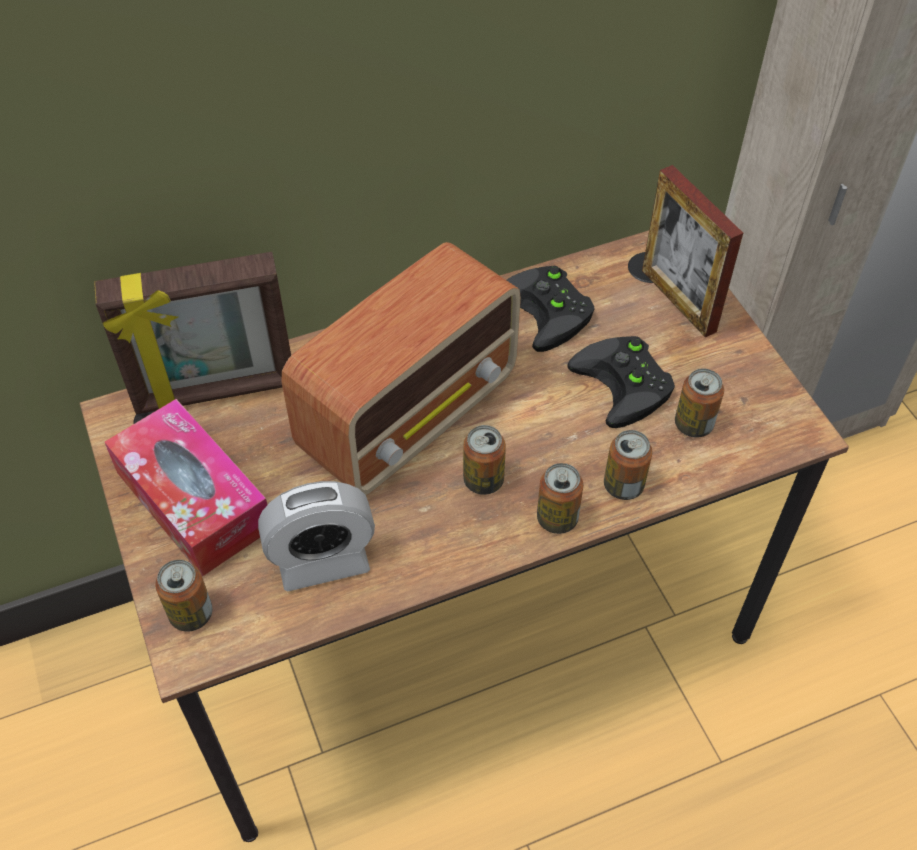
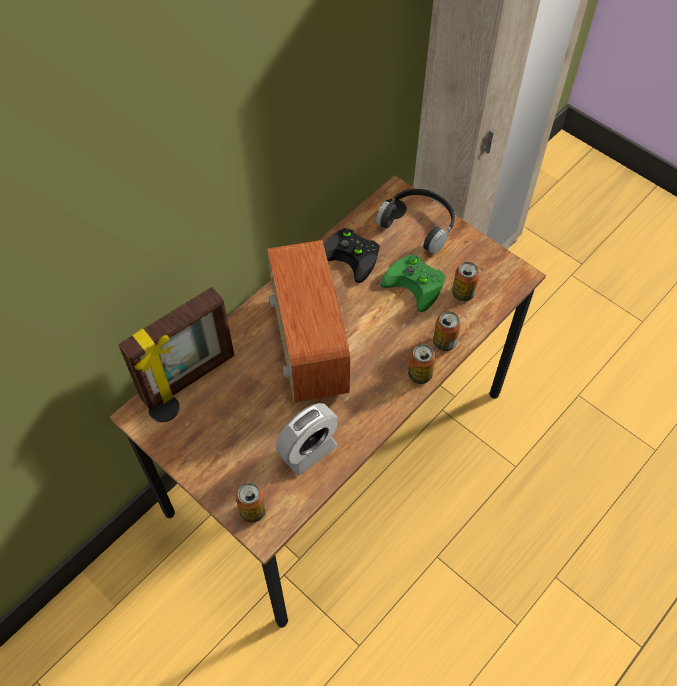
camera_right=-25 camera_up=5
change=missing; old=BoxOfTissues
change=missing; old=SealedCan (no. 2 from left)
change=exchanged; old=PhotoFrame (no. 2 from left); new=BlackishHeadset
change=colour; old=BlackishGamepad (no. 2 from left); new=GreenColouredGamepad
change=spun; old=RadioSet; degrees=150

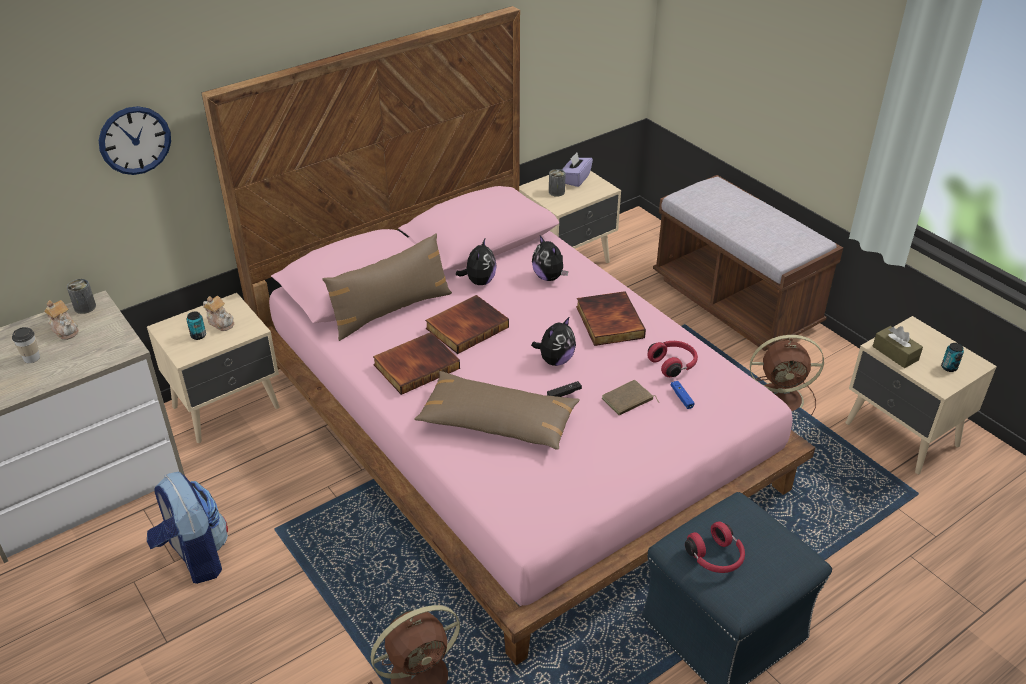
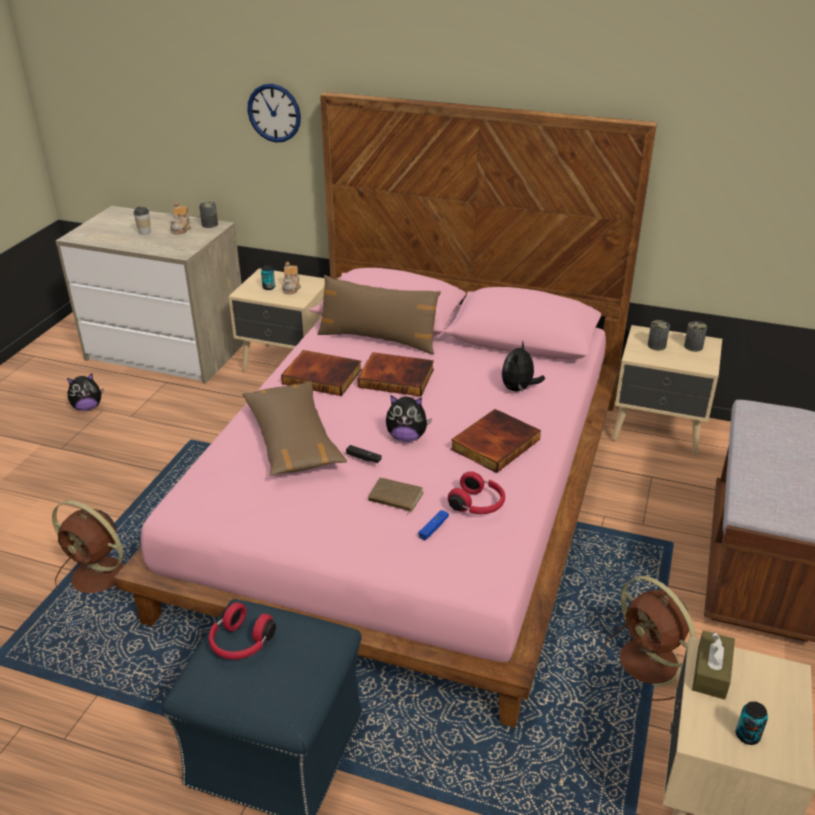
camera_right=55 camera_up=-5
change=missing; old=Backpack
change=relocated; old=PlushToy (no. 1 from left)
change=exchanged; old=PurplishBoxOfTissues; new=SealedCan (no. 4 from left)

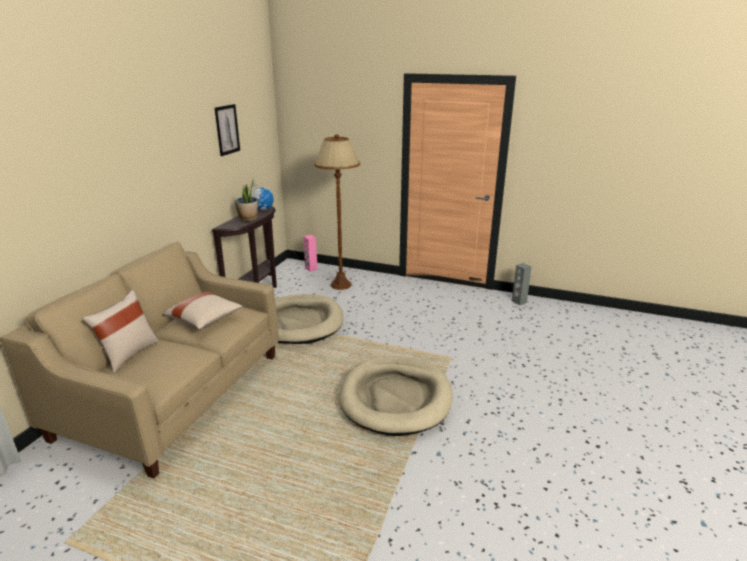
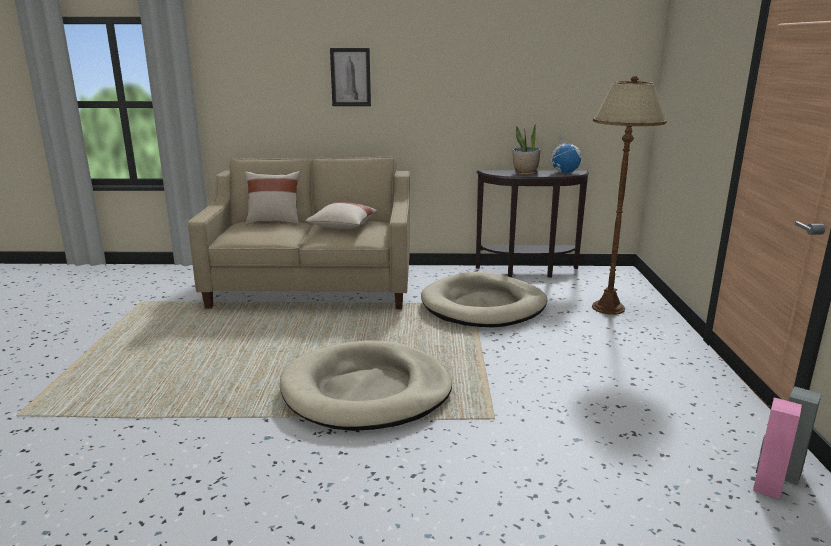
camera_right=70 camera_up=-5
change=relocated; old=WallPicture
change=relocated; old=PinkAudioSpeaker

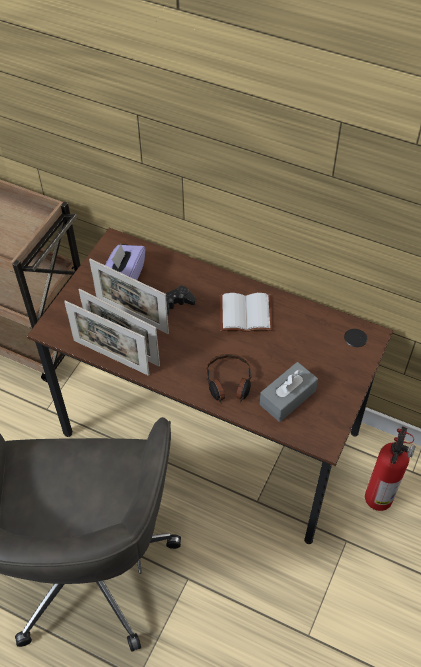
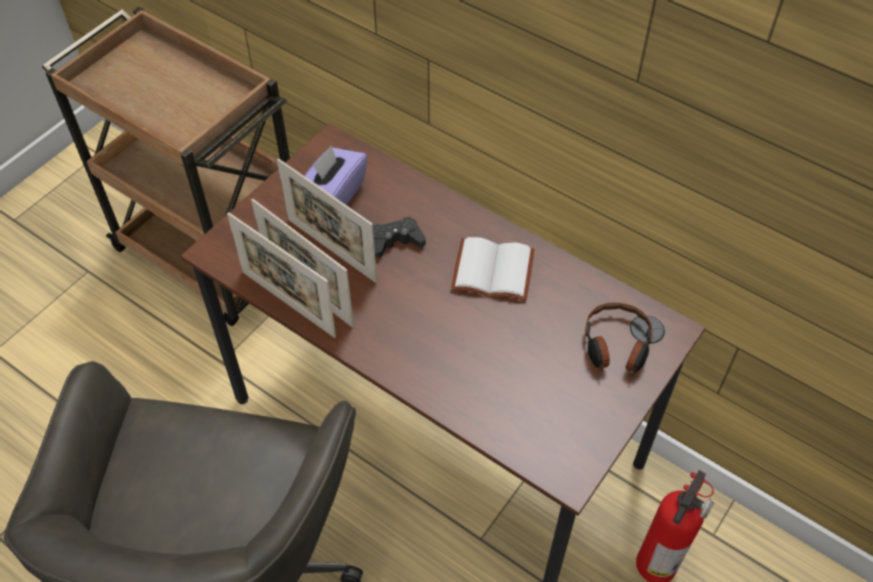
camera_right=10 camera_up=0
change=missing; old=GreyishBoxOfTissues
change=relocated; old=Headset

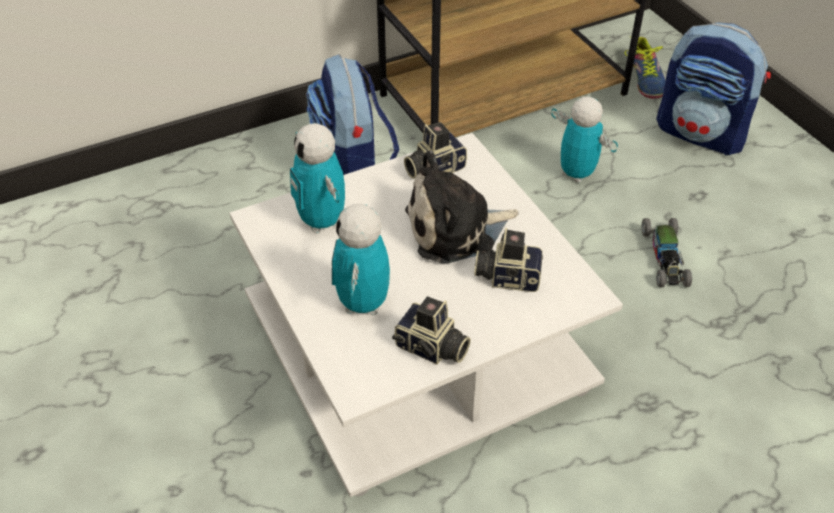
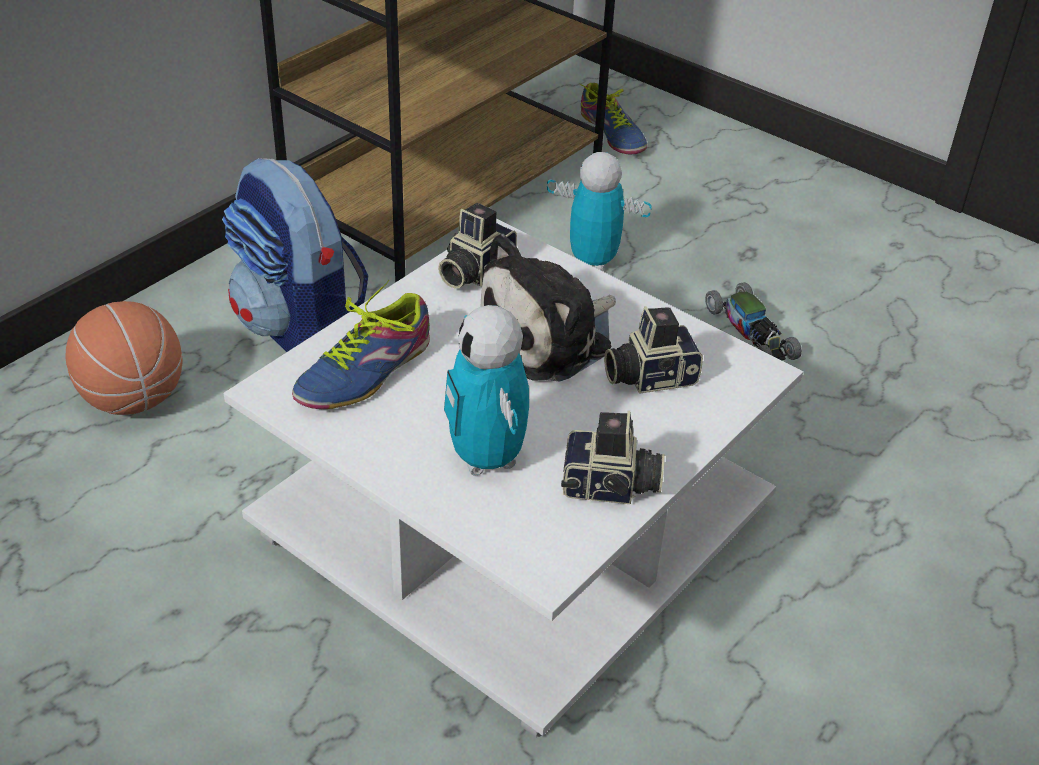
camera_right=-25 camera_up=-5
change=missing; old=Backpack (no. 2 from left)
change=appeared; new=BasketballBall
change=exchanged; old=RobotFigure (no. 1 from left); new=LowShoe (no. 1 from left)

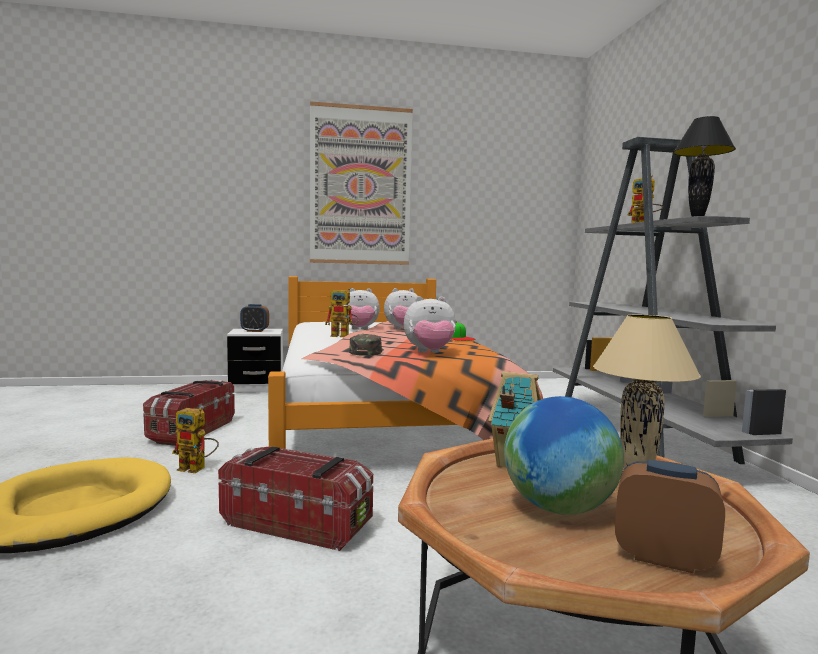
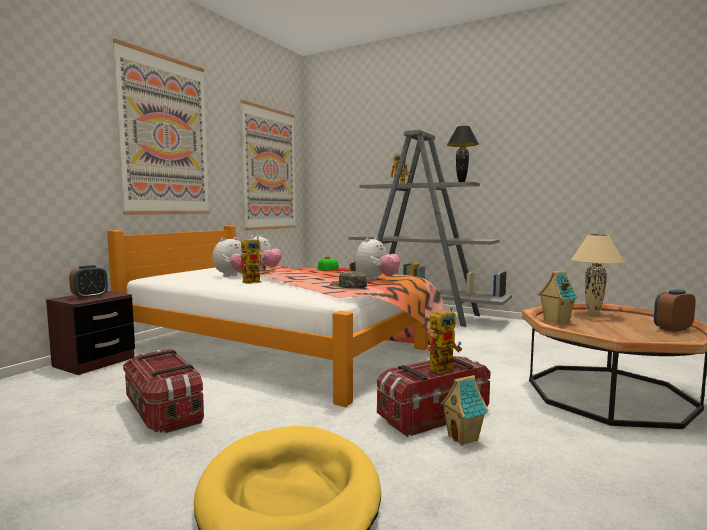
camera_right=-50 camera_up=0
change=missing; old=DeskGlobe
change=appeared; new=WallPicture (no. 2 from left)
change=appeared; new=ModelHouse (no. 1 from left)
change=relocated; old=RobotFigure (no. 1 from left in the first image); new=RobotFigure (no. 3 from left)
change=colour; old=WhitishBedsideTable; new=BrownColouredBedsideTable

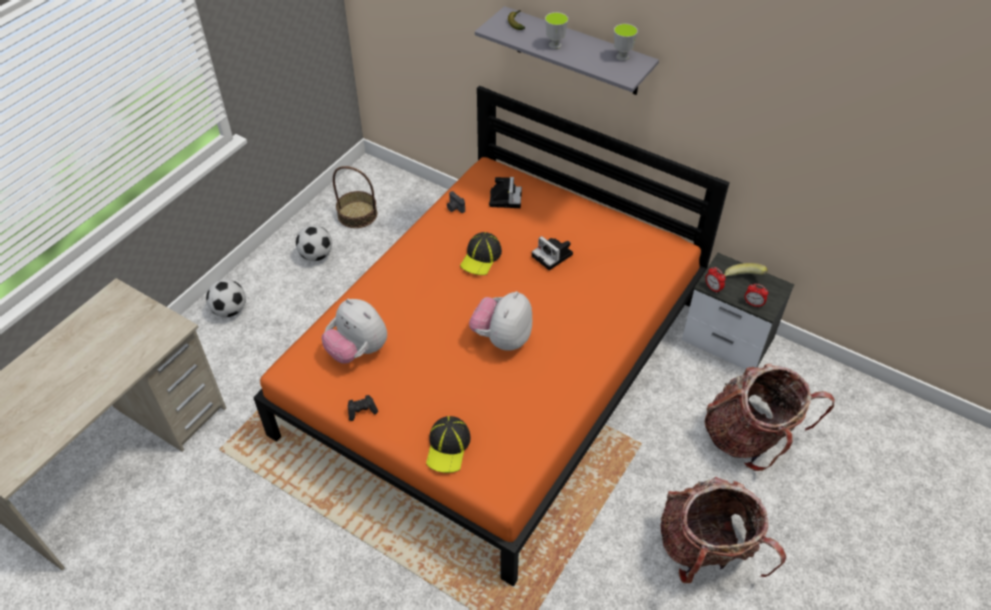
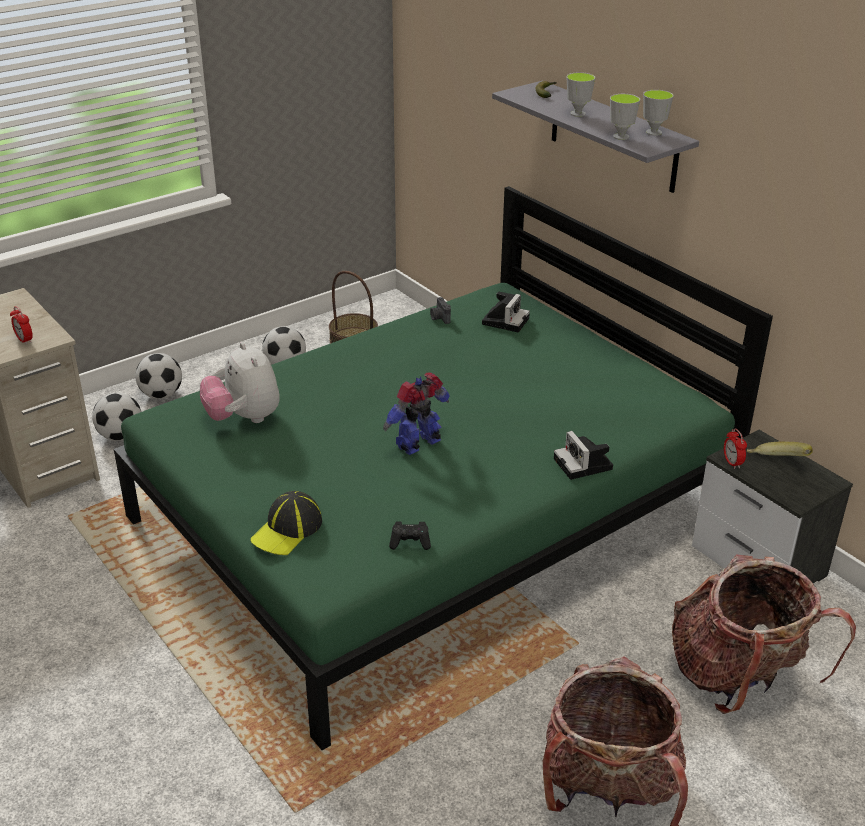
camera_right=20 camera_up=-15
change=missing; old=BaseballCap (no. 2 from left)
change=appeared; new=FootballBall (no. 1 from left)
change=appeared; new=Cup (no. 2 from left)
change=relocated; old=BlackishGamepad
change=relocated; old=StillCamera (no. 3 from left)
change=relocated; old=TableClock (no. 2 from left in the first image); new=TableClock (no. 1 from left)
change=exchanged; old=PlushToy (no. 2 from left); new=RobotFigure
change=colour; old=OrangeBed; new=GreenColouredBed

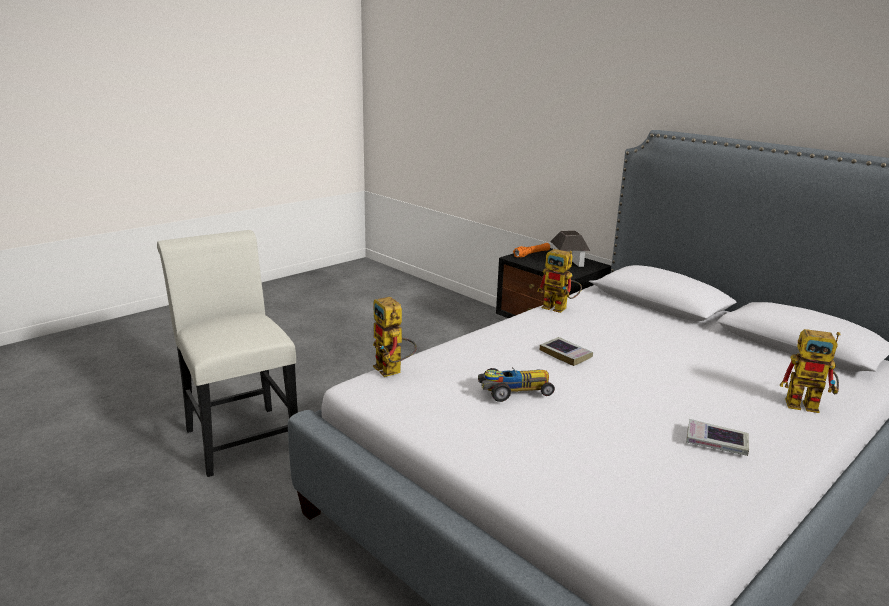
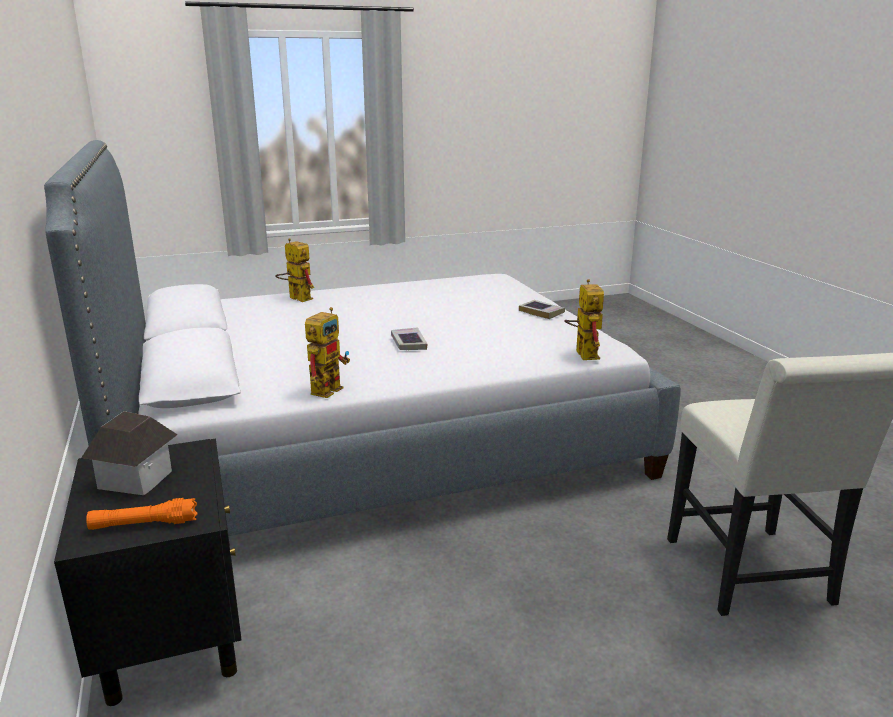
camera_right=-155 camera_up=0
change=missing; old=MiniatureCar
change=relocated; old=Volume (no. 2 from left)
change=spun; old=RobotFigure (no. 2 from left); degrees=60

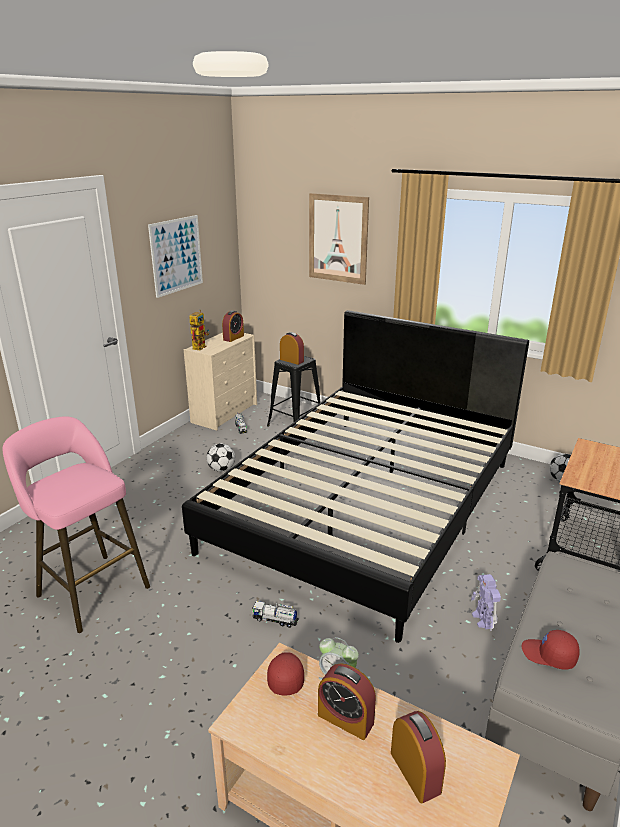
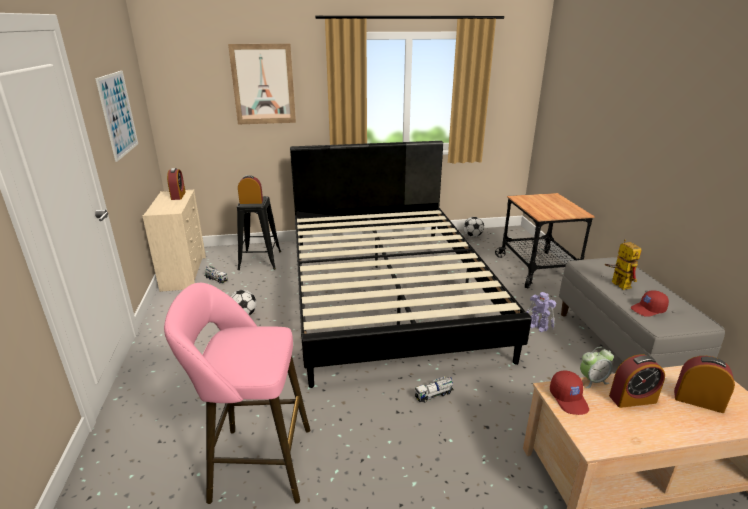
camera_right=-40 camera_up=0
change=relocated; old=RobotFigure (no. 1 from left in the first image); new=RobotFigure (no. 2 from left)
change=spun; old=ReddishBaseballCap (no. 1 from left); degrees=-150

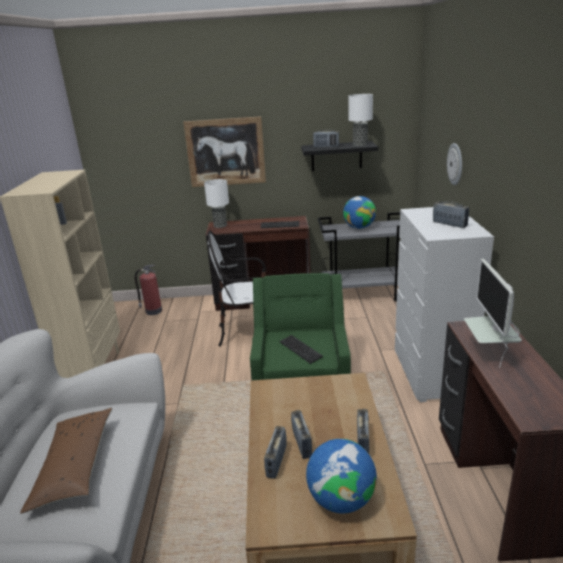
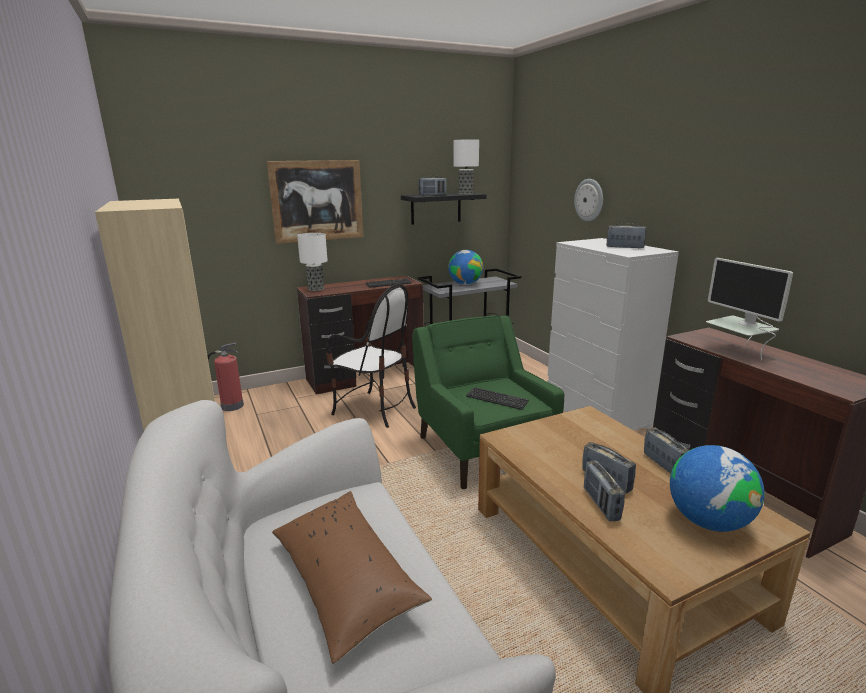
camera_right=-25 camera_up=-5
change=spun; old=PlainChair; degrees=-120

